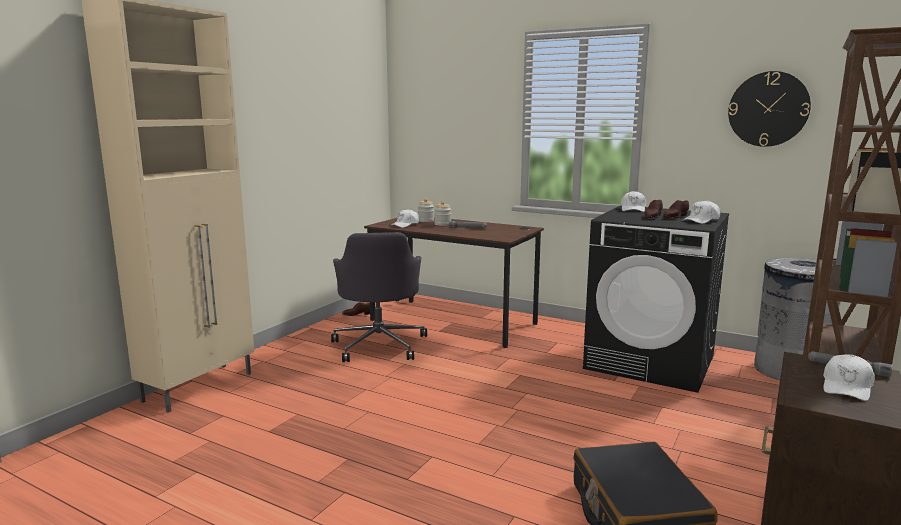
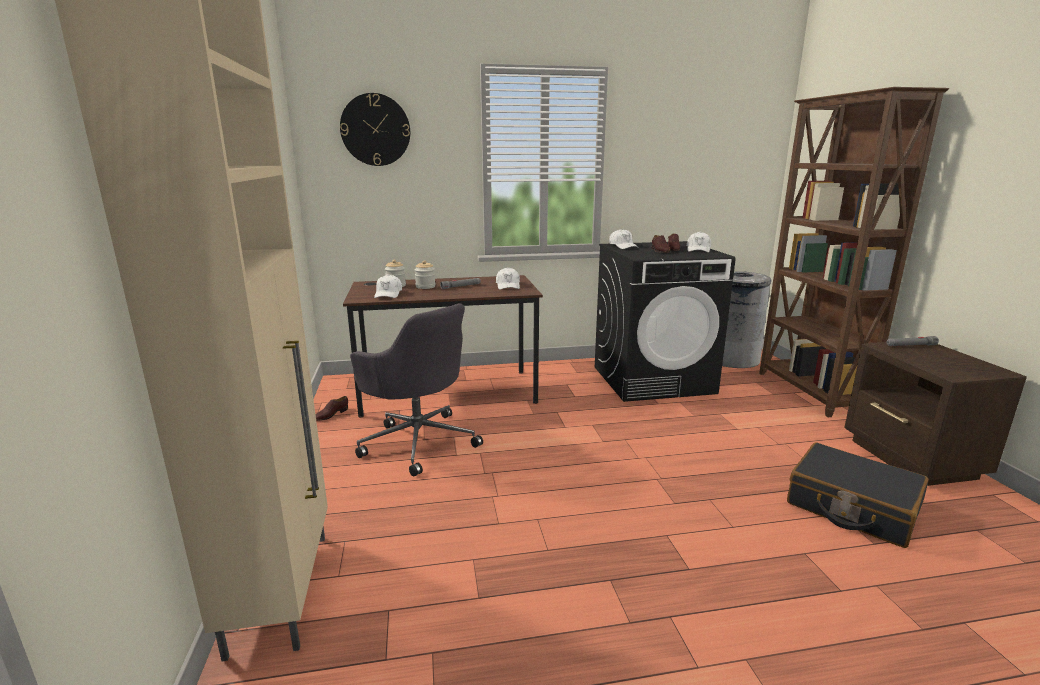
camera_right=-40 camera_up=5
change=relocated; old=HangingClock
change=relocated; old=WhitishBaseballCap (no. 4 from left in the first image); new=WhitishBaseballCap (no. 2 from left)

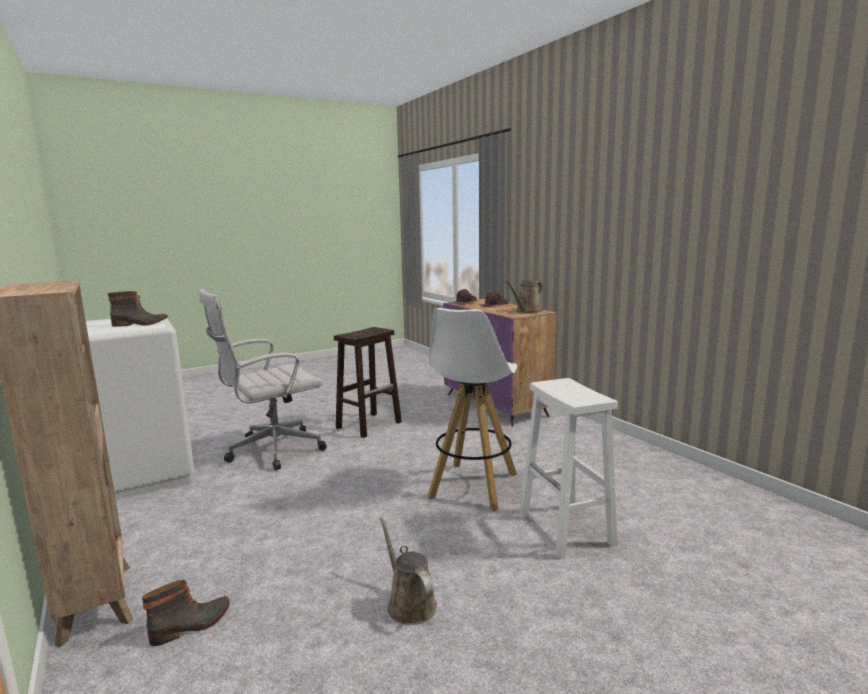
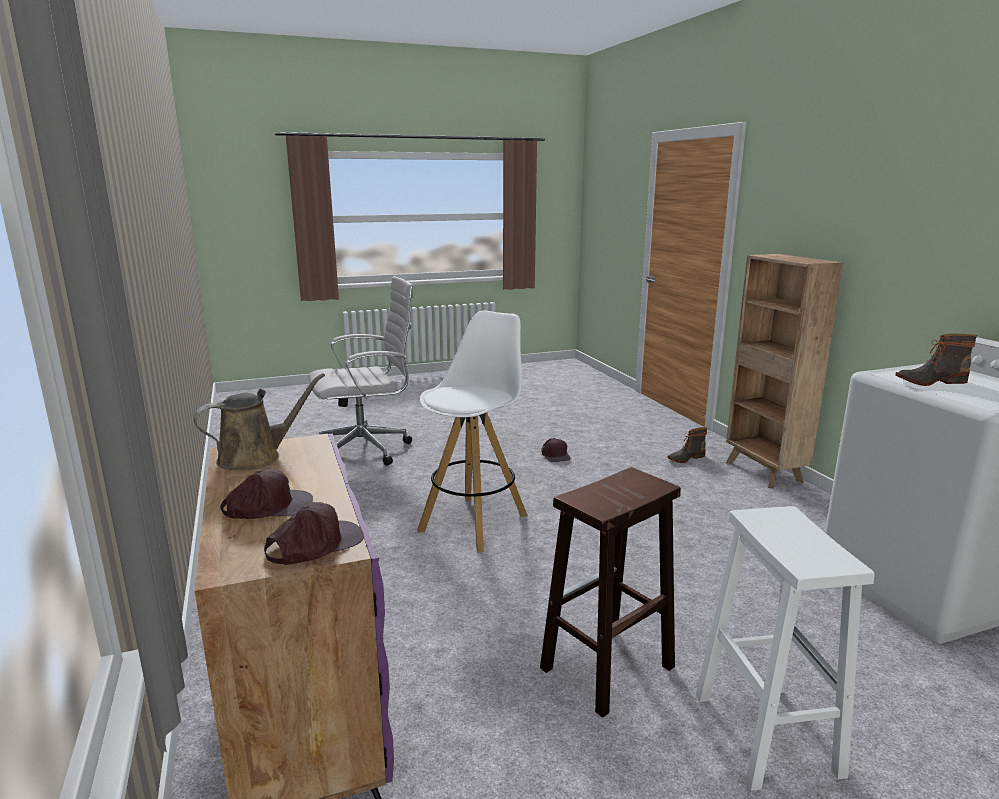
camera_right=-170 camera_up=5
change=relocated; old=WhitishOfficeChair
change=relocated; old=WhitishStoolSeat (no. 2 from left)
change=exchanged; old=BrownColouredWateringCan (no. 1 from left); new=BrownColouredBaseballCap (no. 3 from left)

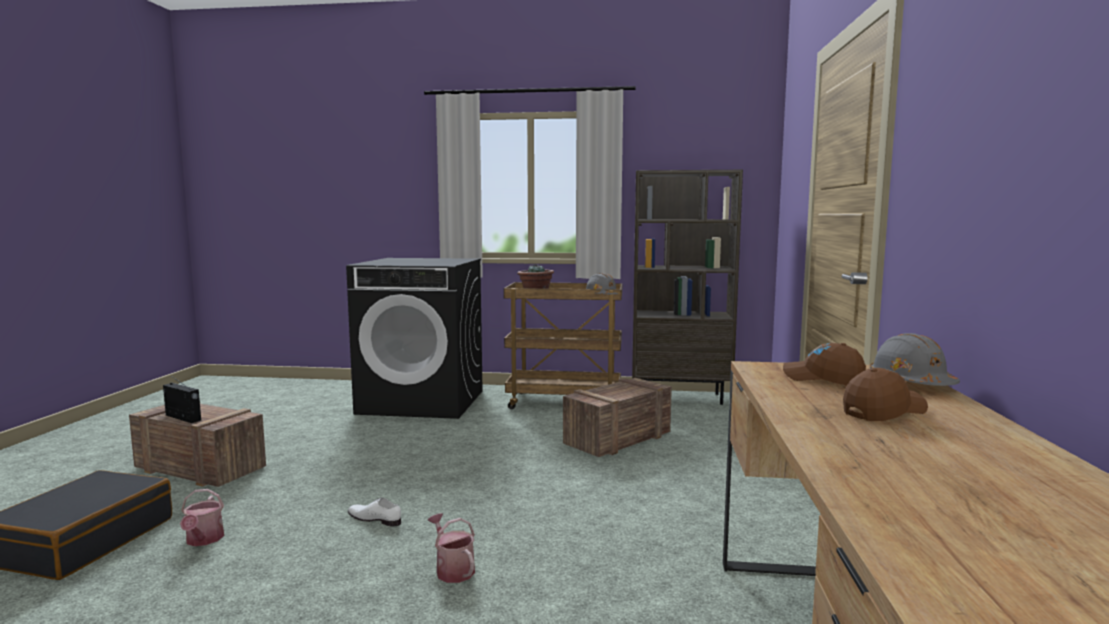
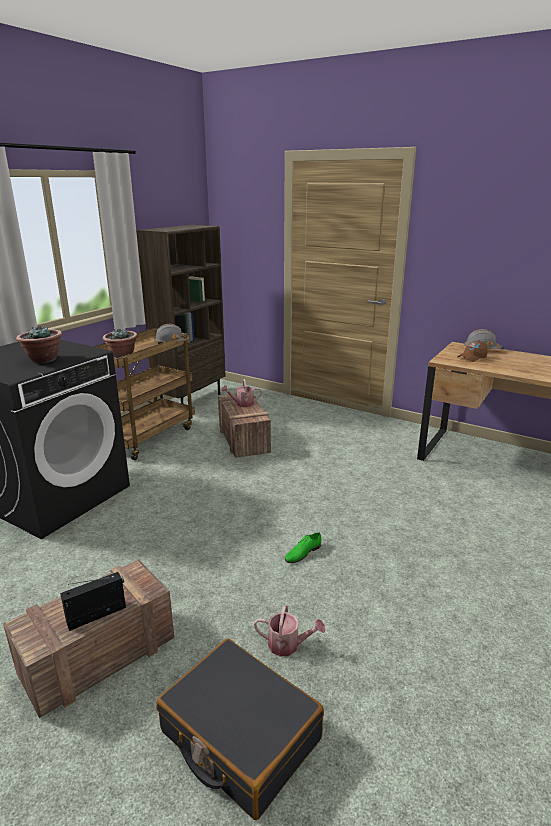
camera_right=-65 camera_up=15
change=missing; old=BrownColouredBaseballCap (no. 2 from left)
change=appeared; new=PottedPlant (no. 1 from left)
change=relocated; old=WateringCan (no. 2 from left in the first image); new=WateringCan (no. 1 from left)
change=colour; old=WhitishLowShoe; new=GreenColouredLowShoe

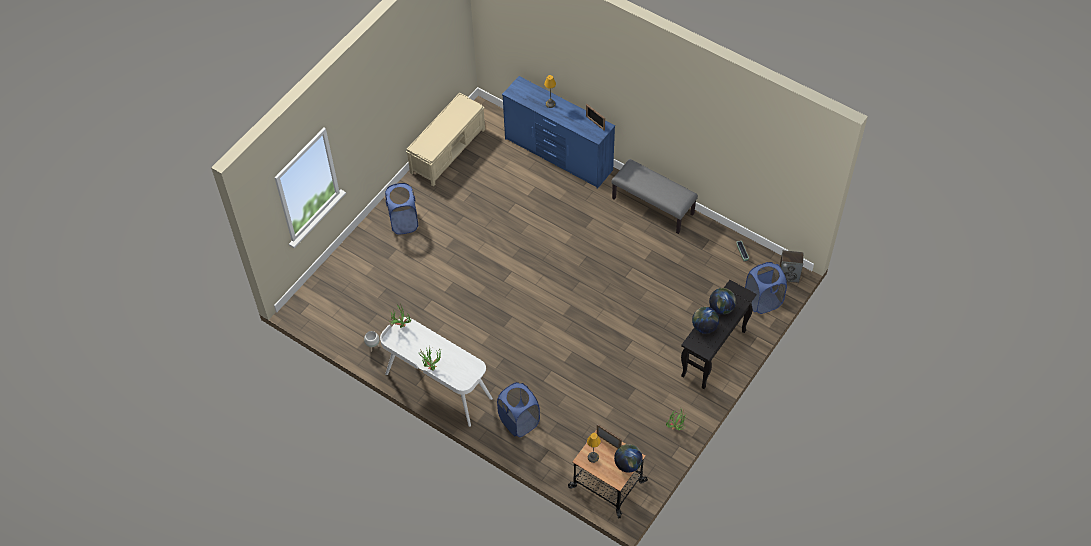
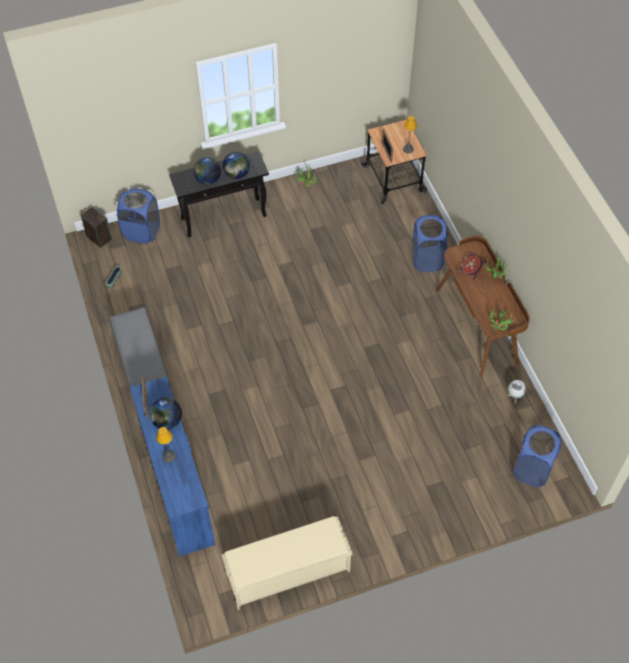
camera_right=-145 camera_up=0
change=appeared; new=Volume
change=relocated; old=BlueColouredLaundryBasket (no. 1 from left in the first image); new=BlueColouredLaundryBasket (no. 3 from left)
change=relocated; old=DeskGlobe (no. 1 from left)
change=colour; old=WhitishDeskTable; new=BrownColouredDeskTable

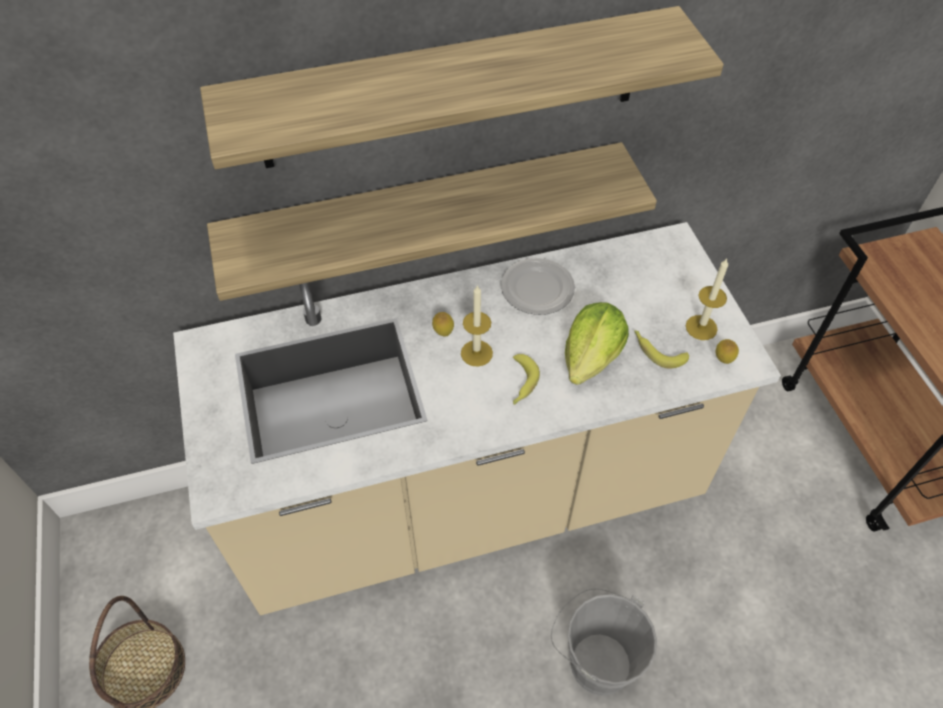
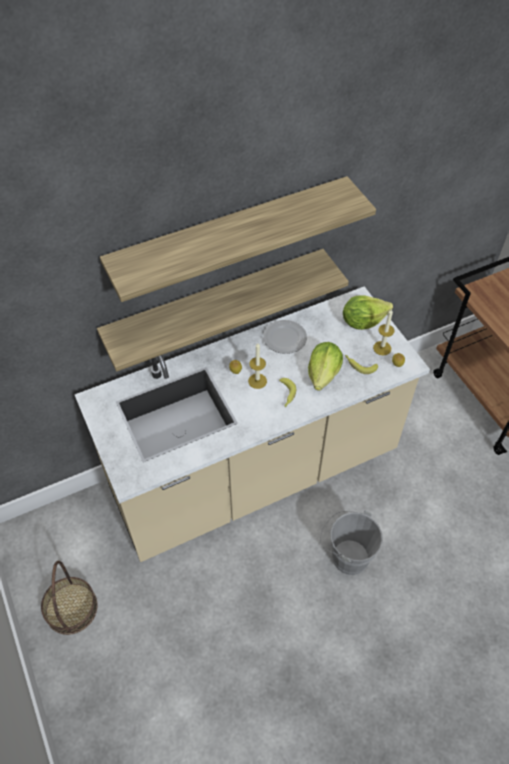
camera_right=-10 camera_up=0
change=appeared; new=HeadOfLettuce (no. 2 from left)

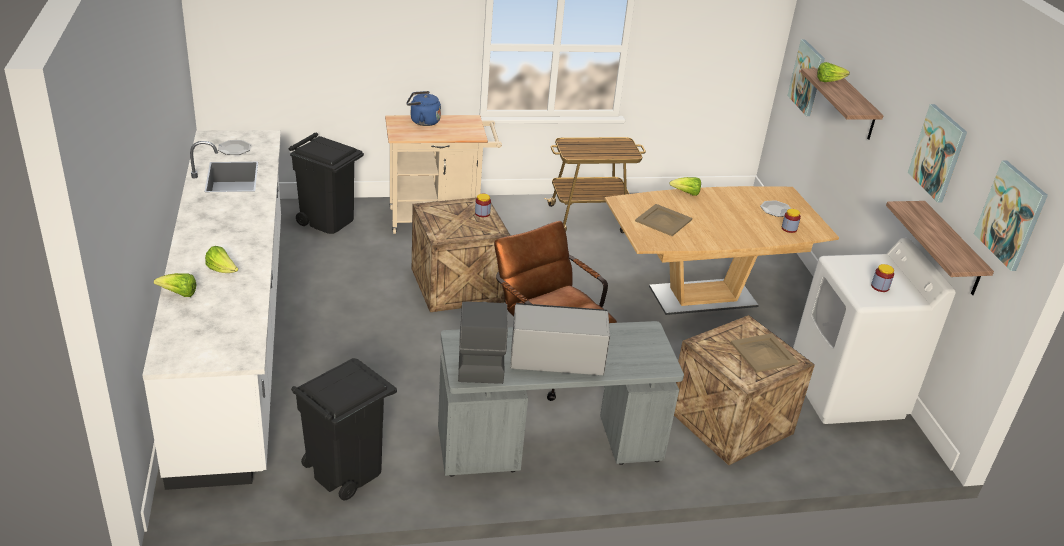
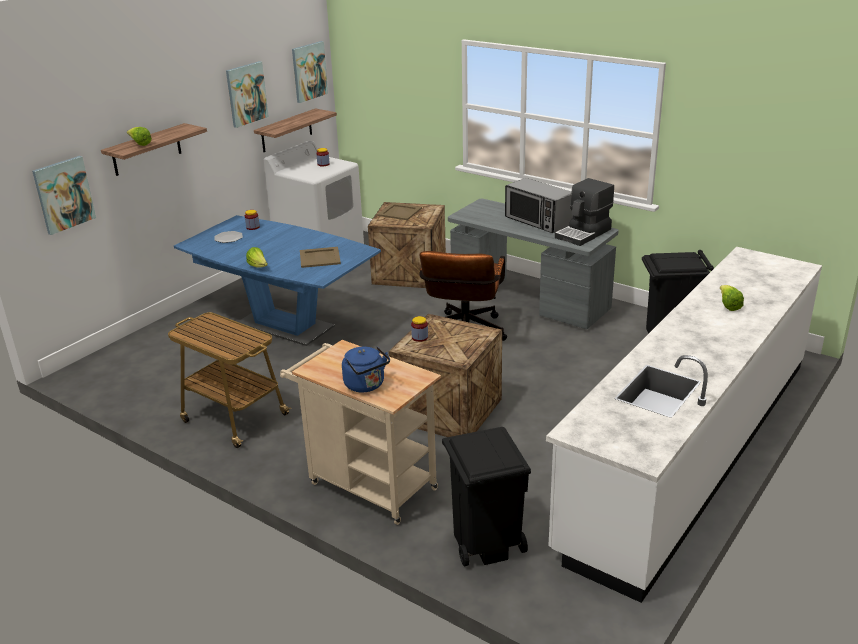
camera_right=-130 camera_up=-5
change=missing; old=HeadOfLettuce (no. 1 from left)
change=missing; old=FlatDish (no. 1 from left)
change=colour; old=BrownColouredDiningTable; new=BlueColouredDiningTable

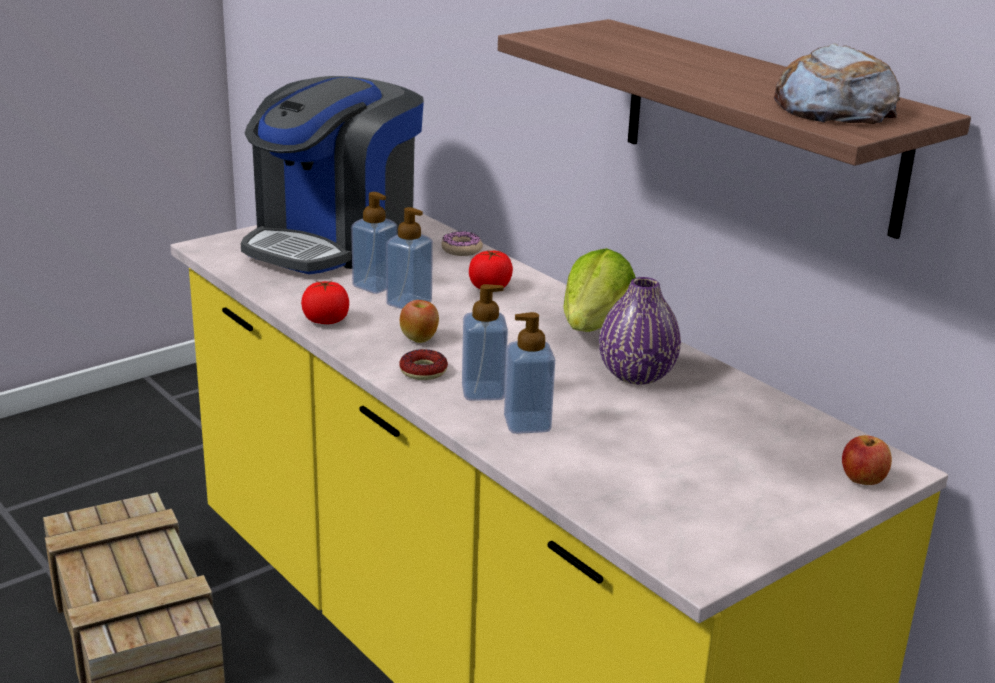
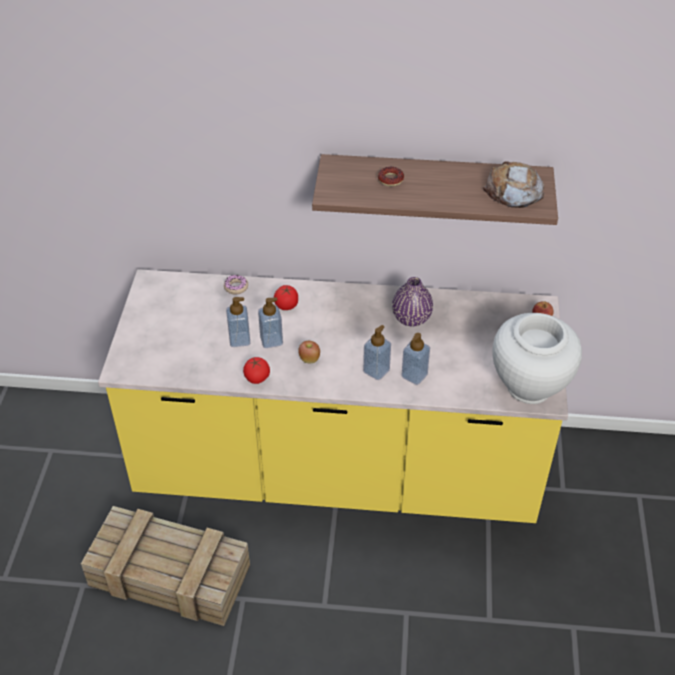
camera_right=-45 camera_up=20
change=missing; old=CoffeeMachine
change=missing; old=HeadOfLettuce
change=appeared; new=WhitishFlowerVase
change=relocated; old=Donut (no. 1 from left in the first image); new=Donut (no. 2 from left)

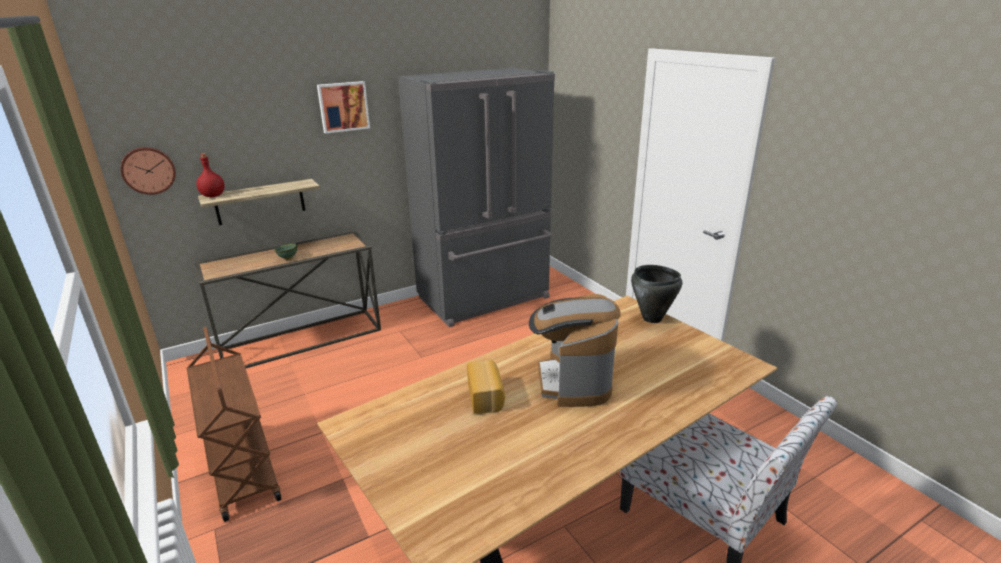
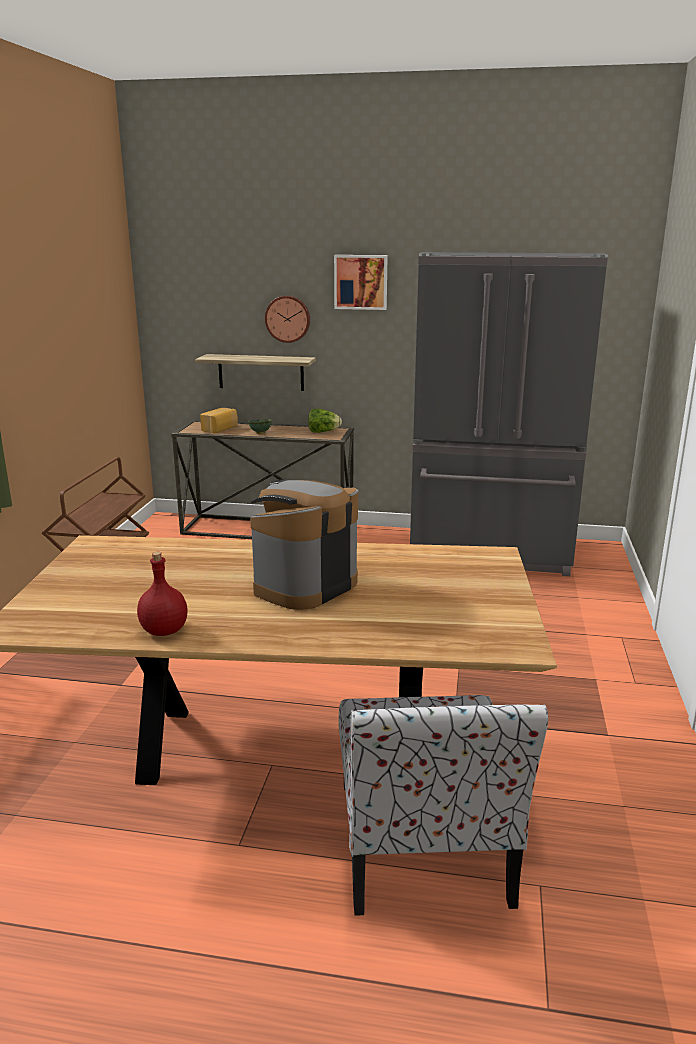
camera_right=40 camera_up=-5
change=missing; old=BlackishStockpot
change=appeared; new=HeadOfLettuce
change=relocated; old=HangingClock
change=relocated; old=ReddishDrinkBottle
change=relocated; old=BakeryBread

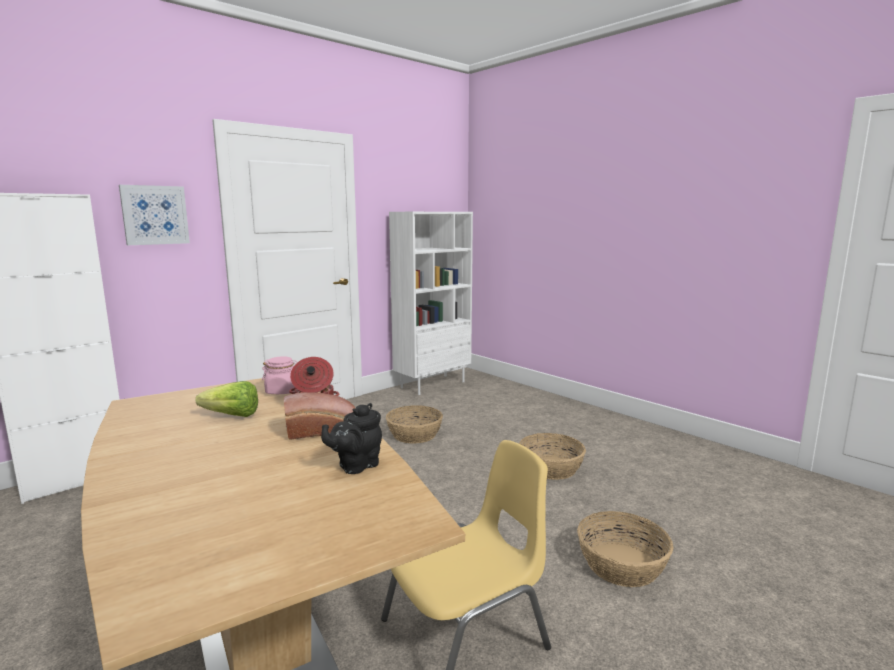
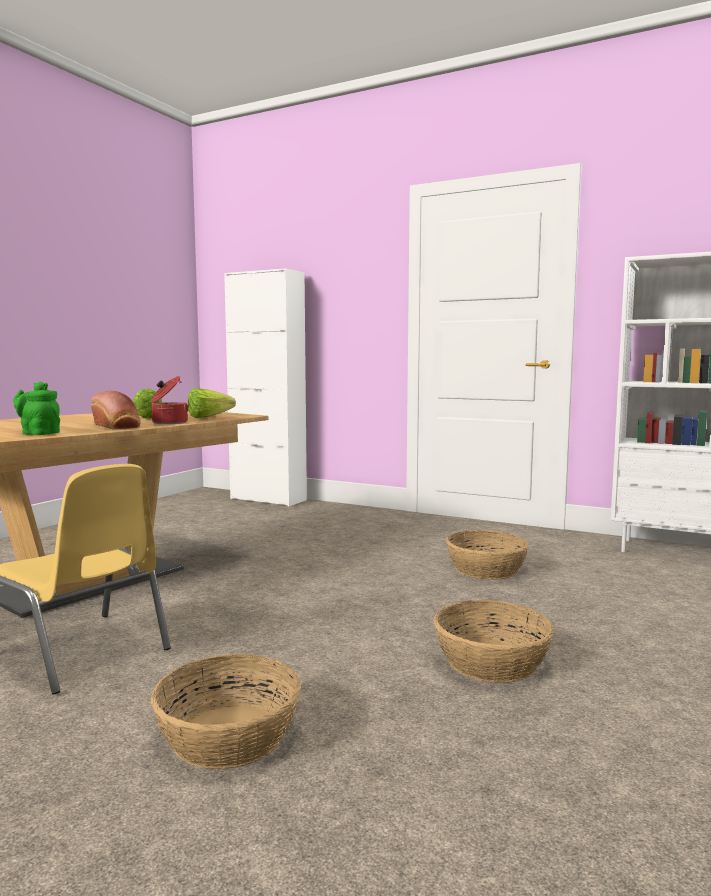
camera_right=70 camera_up=-5
change=missing; old=WallPicture
change=exchanged; old=PinkJar; new=HeadOfLettuce (no. 2 from left)
change=colour; old=BlackishPotForTea; new=GreenColouredPotForTea

